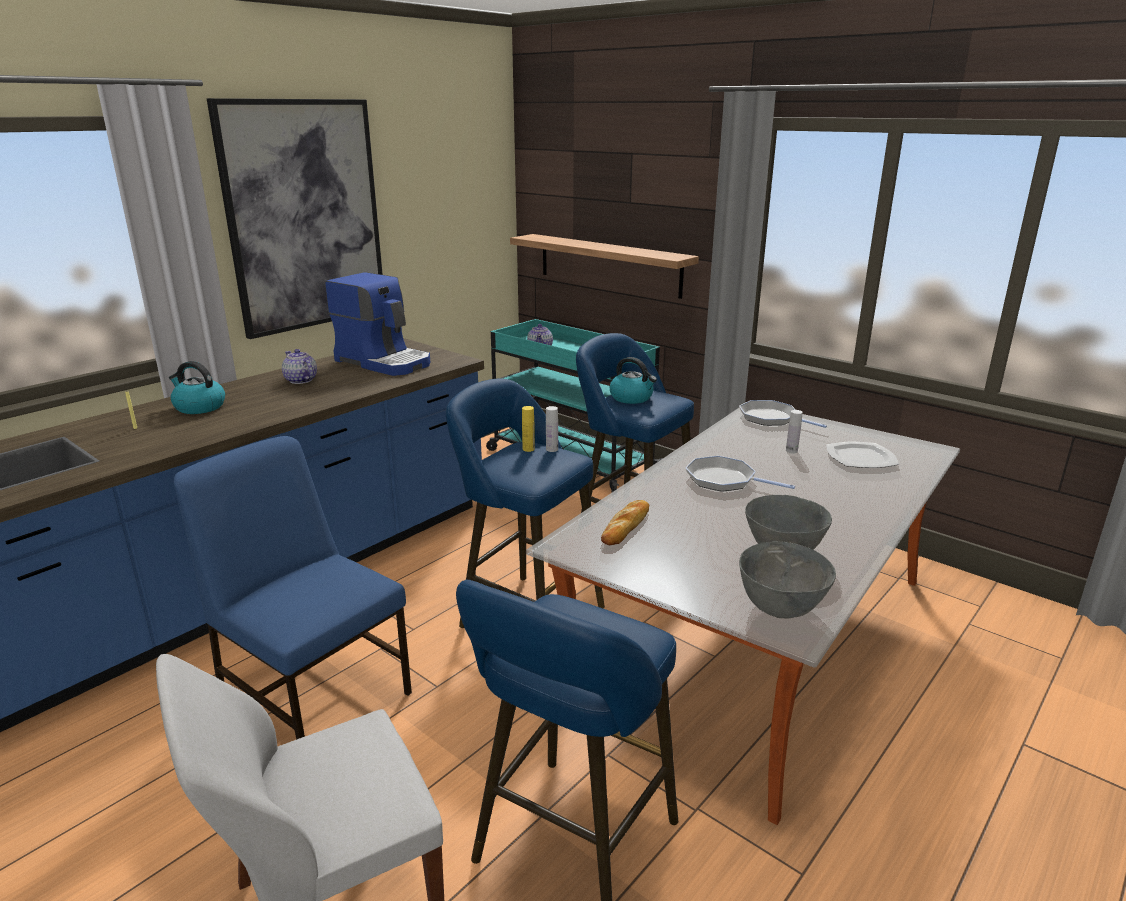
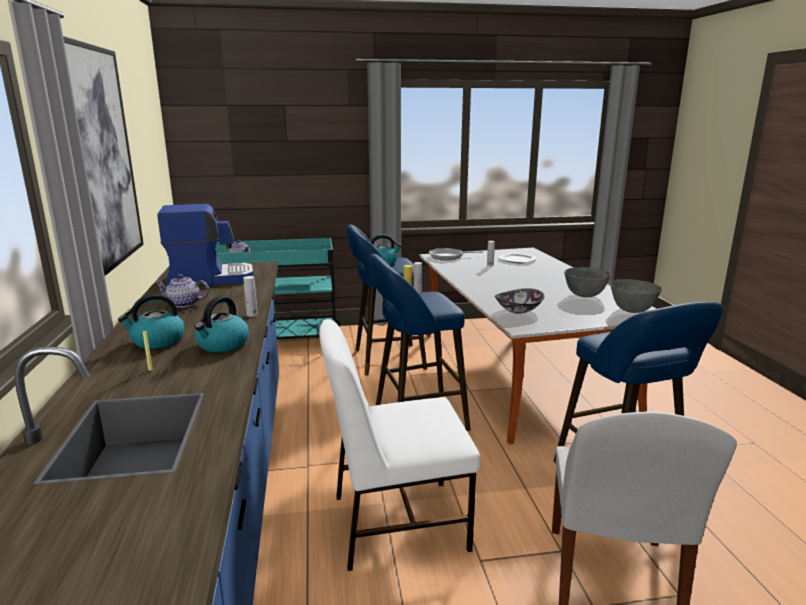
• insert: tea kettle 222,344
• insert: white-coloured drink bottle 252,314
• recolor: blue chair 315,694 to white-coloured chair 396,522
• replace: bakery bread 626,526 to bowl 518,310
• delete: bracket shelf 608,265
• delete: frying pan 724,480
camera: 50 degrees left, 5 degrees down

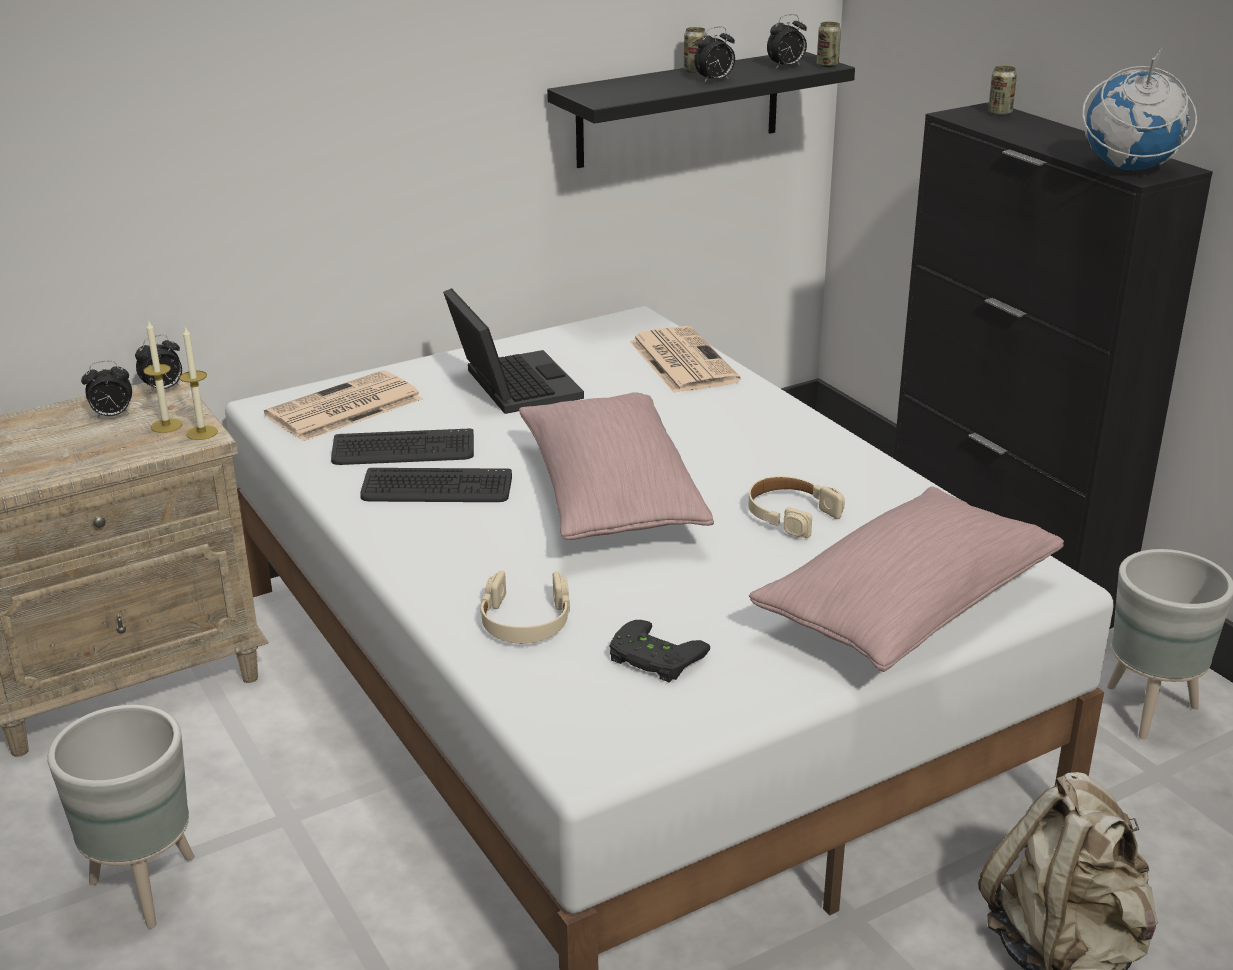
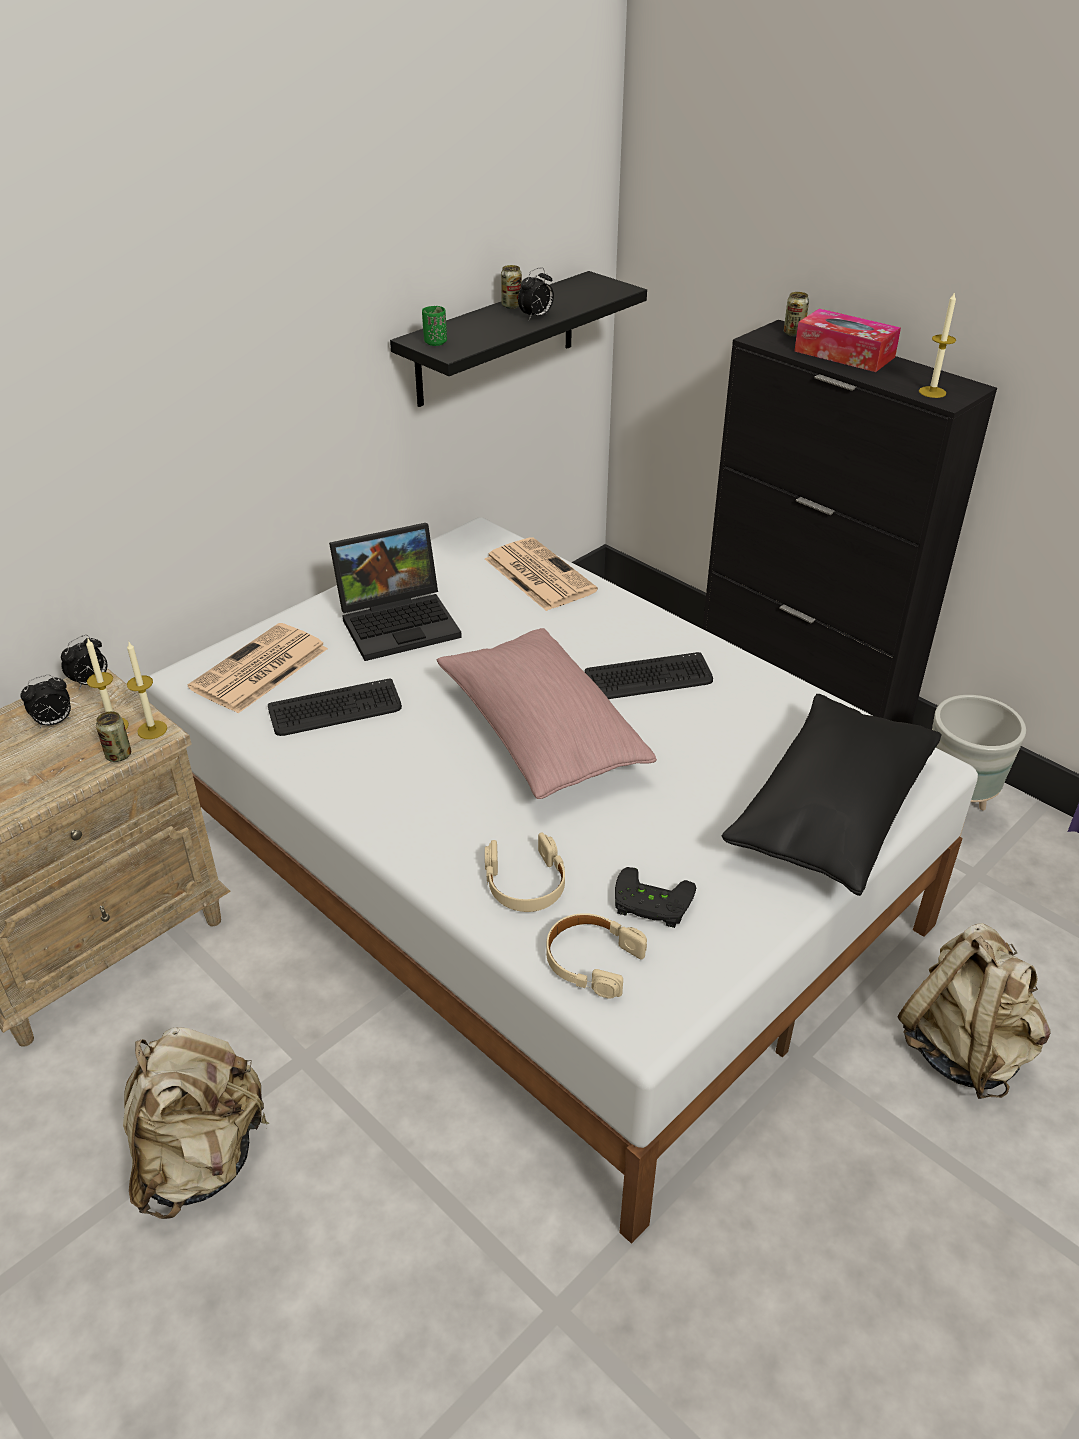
• move: can 827,65 to 118,755
• replace: grey plant pot 145,887 to beige-coloured backpack 201,1157
• rotate: laptop 510,385 = 400,622 105 degrees clockwise
• insert: green drinking cup 435,342
• move: beige-coloured pair of headphones 790,514 to 591,960
• move: computer keyboard 436,488 to 649,678
• recolor: pink pillow 906,609 to black-coloured pillow 830,813
• insert: box of tissues 844,354
• replace: desk globe 1128,169 to candle 932,392
• delete: bedside clock 786,67
camera: 15 degrees left, 10 degrees up

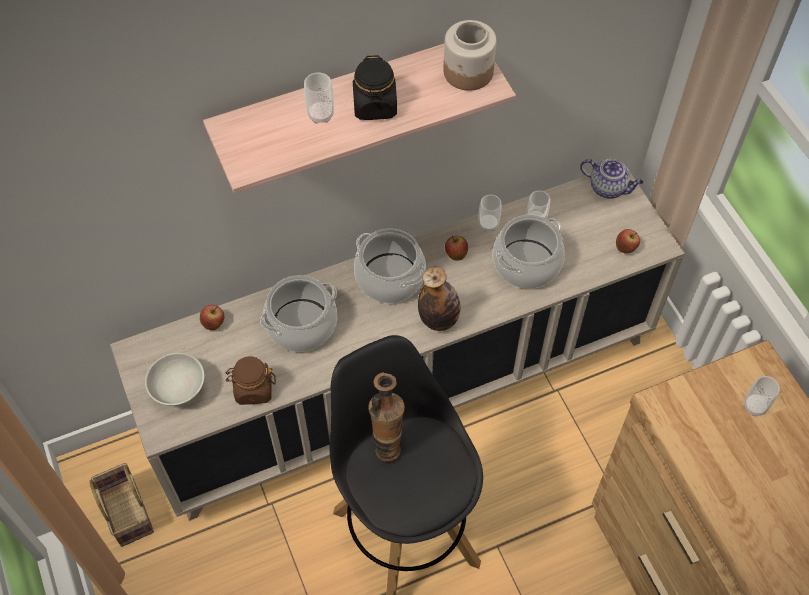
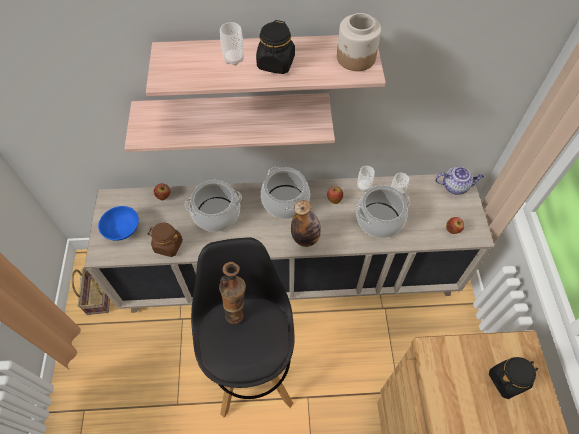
• recolor: white-coloured bowl 178,392 to blue bowl 122,232
• insert: bracket shelf 233,115
• rotate: pot for tea 608,188 = 455,186 45 degrees counterclockwise
• replace: drinking cup 755,406 to black-coloured jar 507,380
camera: 20 degrees right, 0 degrees up

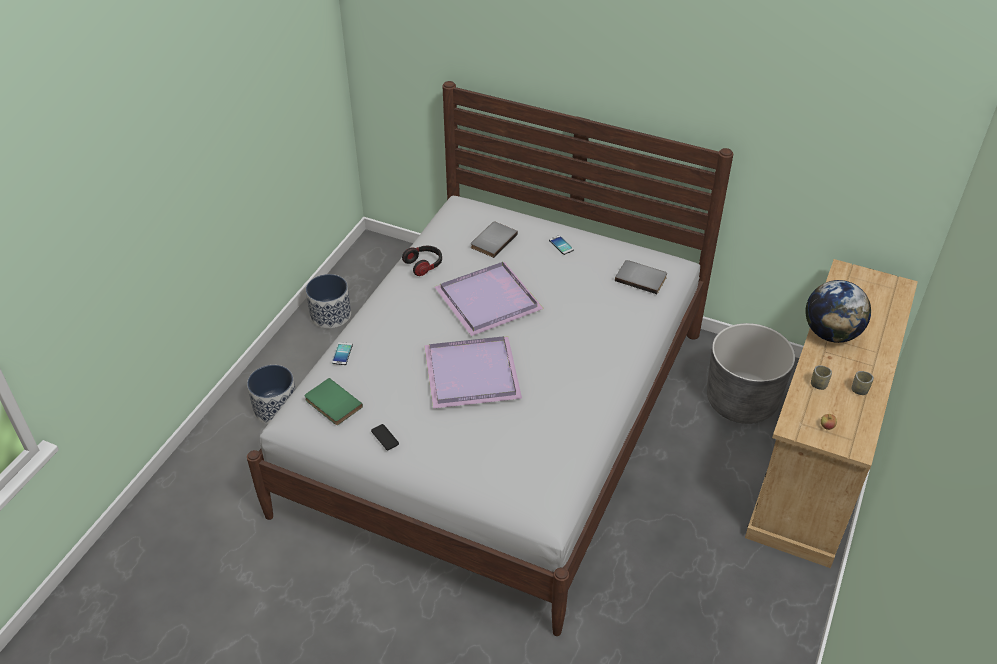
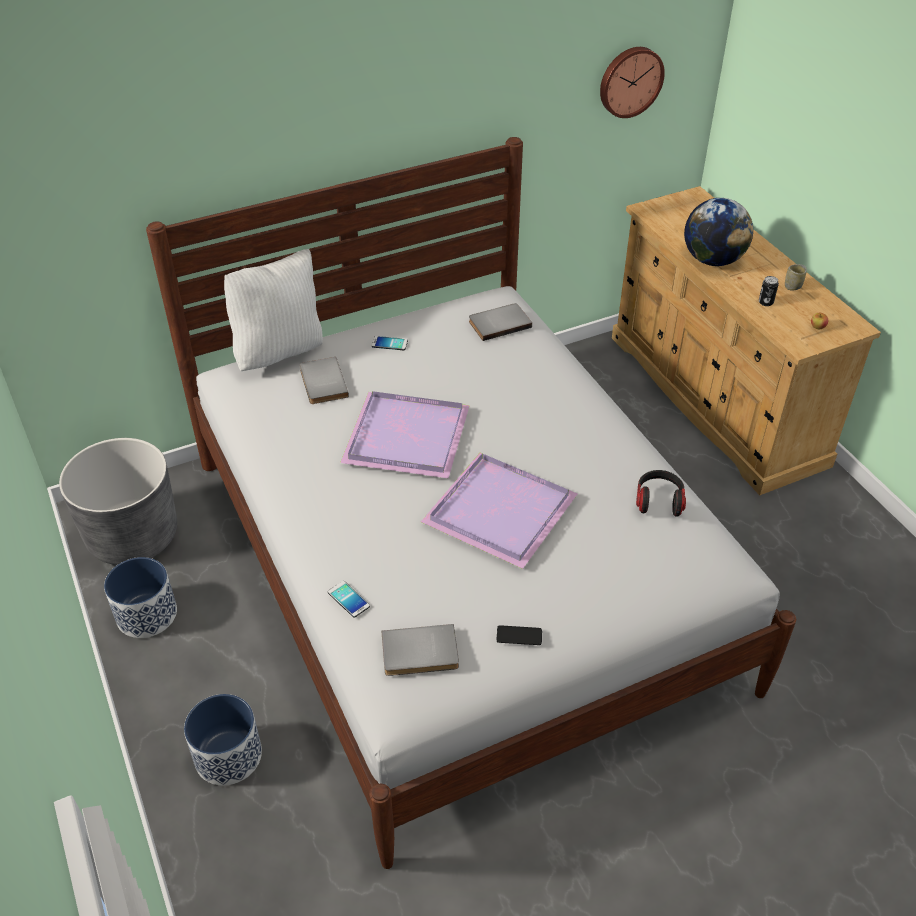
• move: grey plant pot 741,401 to 133,536
• insert: white-coloured pillow 279,352
• recolor: green bound book 332,404 to grey bound book 420,654
• insert: hanging clock 630,81
• move: pair of headphones 424,265 to 659,500
• replace: drinking cup 818,385 to can 765,302
camera: 50 degrees left, 0 degrees up

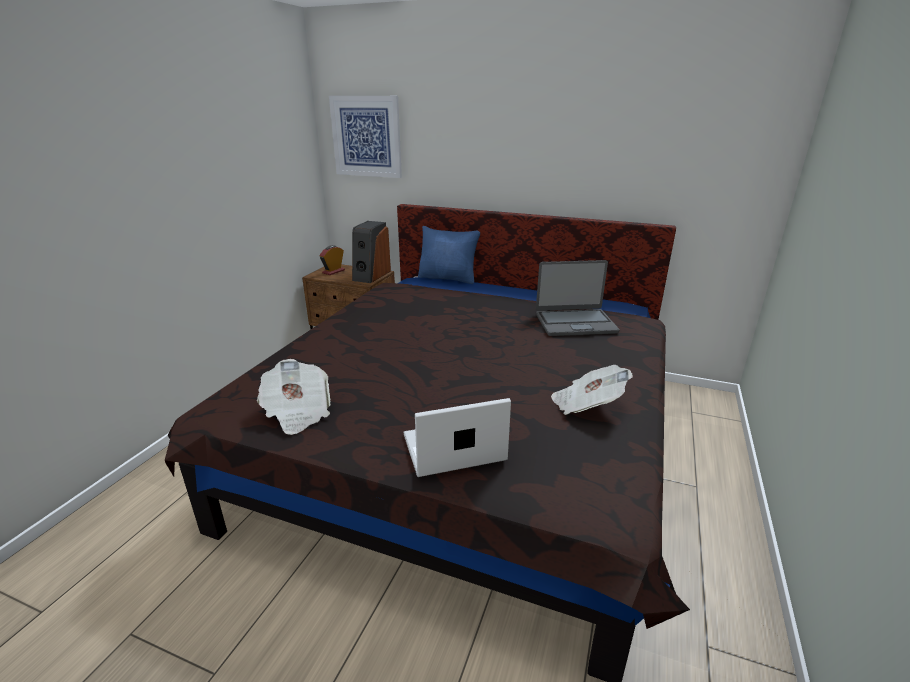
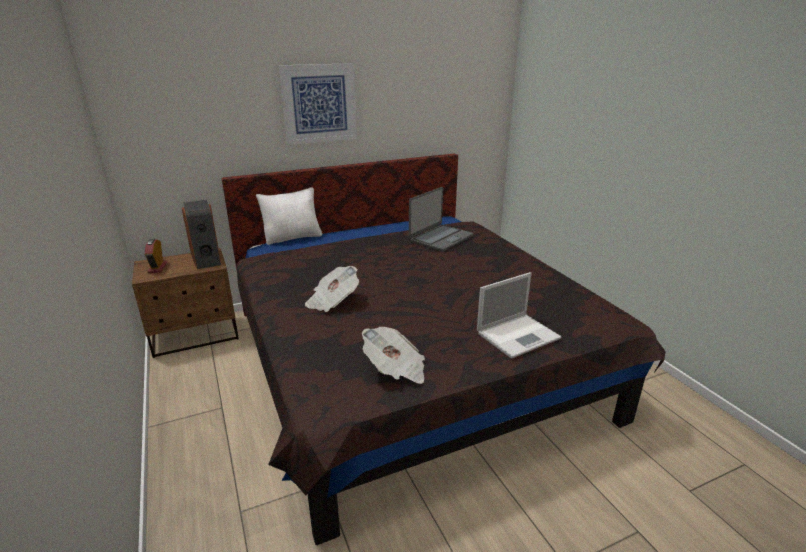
• recolor: blue pillow 448,278 to white-coloured pillow 293,238
• move: wall picture 366,136 to 319,104
• move: daily paper 587,405 to 332,301
• rotate: laptop 451,449 = 519,335 150 degrees counterclockwise
camera: 45 degrees left, 0 degrees up

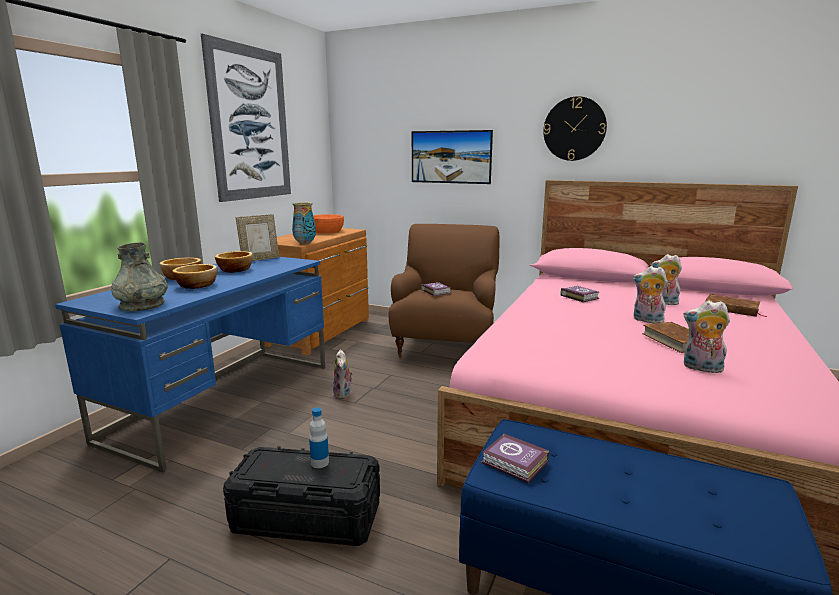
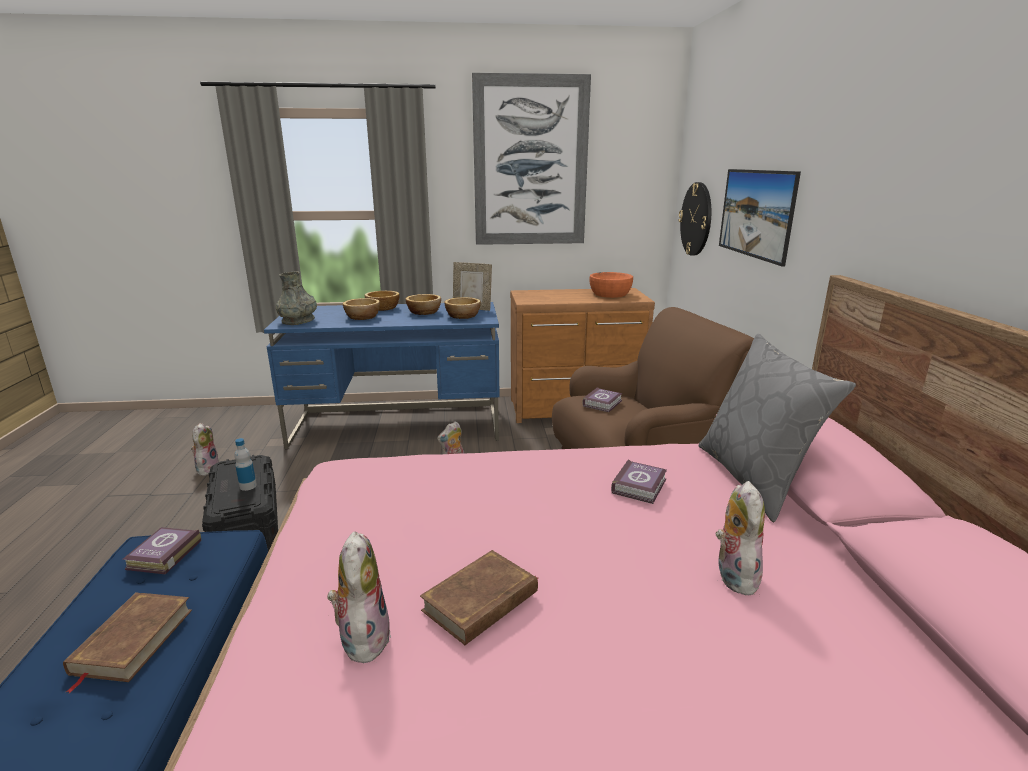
• move: brown-coloured bound book 731,309 to 132,641
• move: soft toy 646,320 to 207,469
• insert: bowl 463,316
• move: hanging clock 574,129 to 696,219
• insert: grey pillow 754,478
• delete: flower vase 305,243
camera: 60 degrees right, 5 degrees up

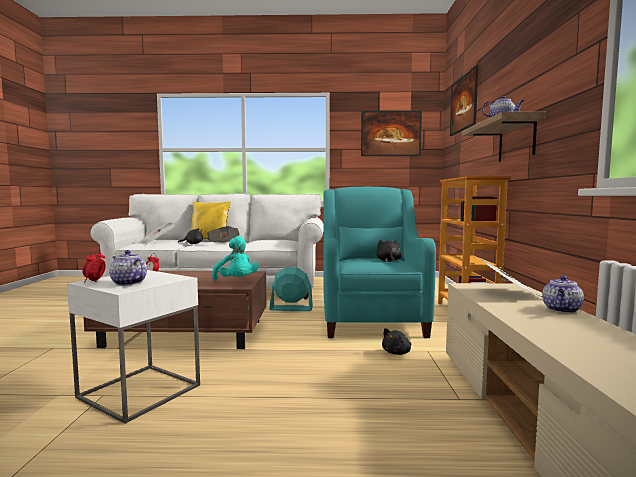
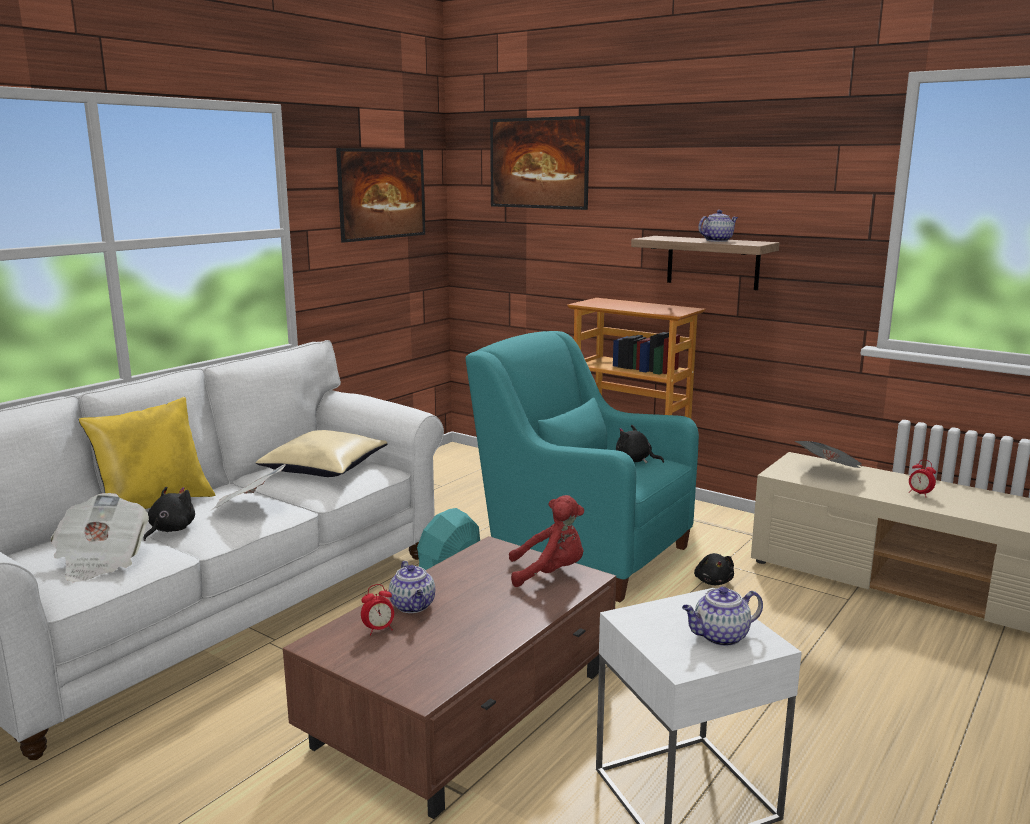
• insert: beige-coloured pillow 325,467
• move: pot for tea 562,310 to 413,606
• recolor: blue-green soft toy 236,281 to red soft toy 550,573
• move: bedside clock 95,281 to 919,494
camera: 55 degrees left, 10 degrees up

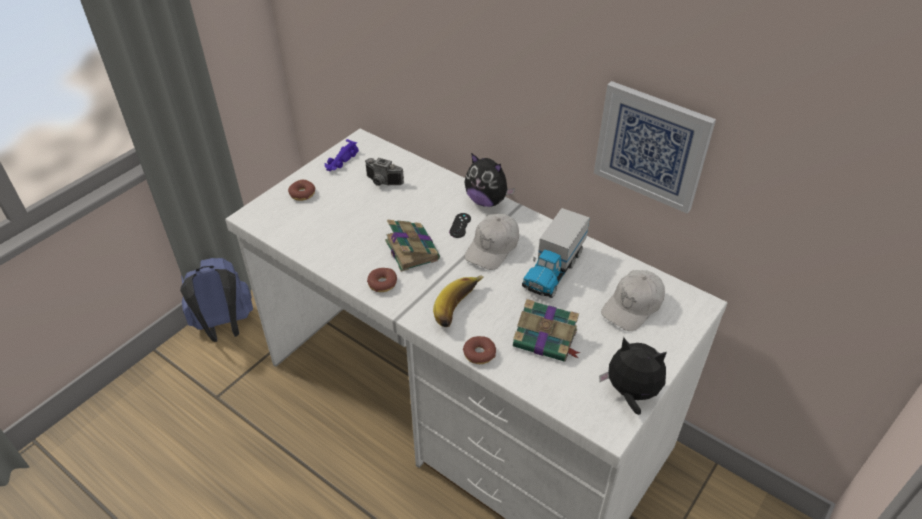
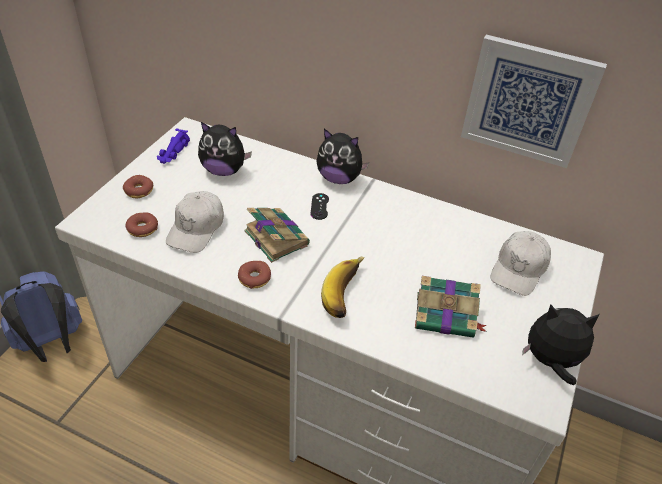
• move: doughnut 479,354 to 142,229
• move: white-coloured cap 493,248 to 196,228
• replace: photo camera 382,183 to soft toy 224,170
• delete: model truck 553,270
camera: 15 degrees left, 0 degrees up

